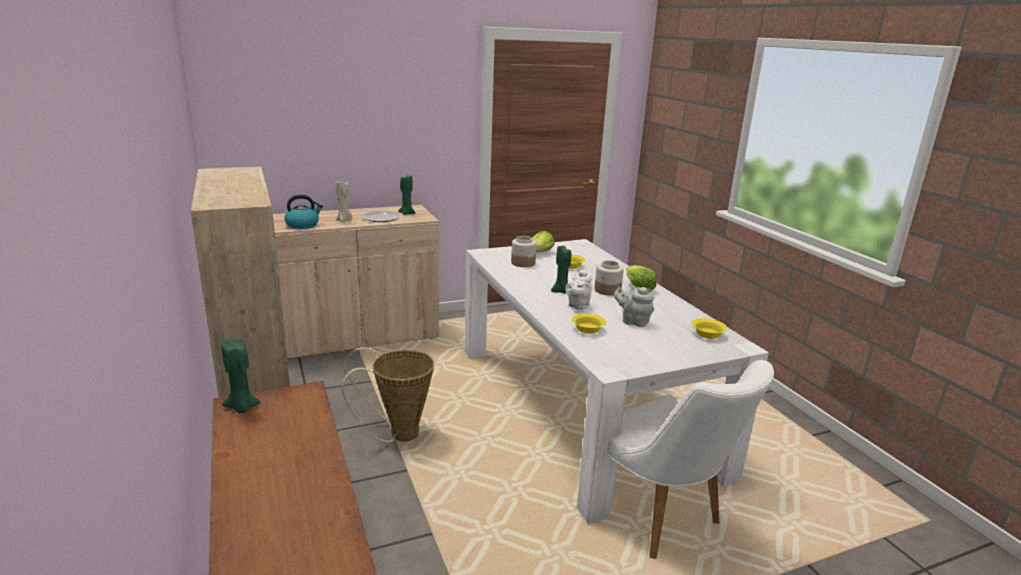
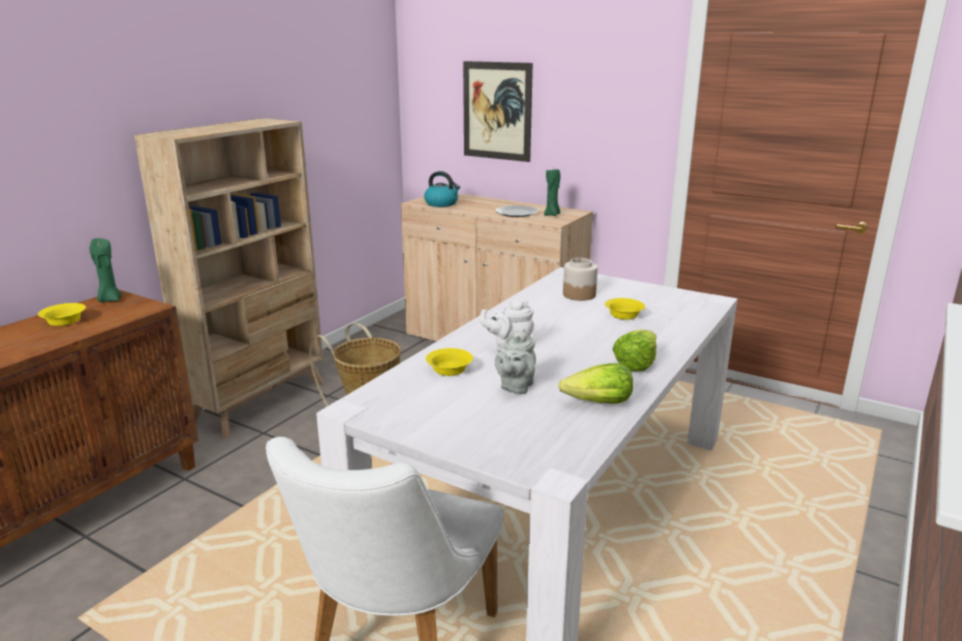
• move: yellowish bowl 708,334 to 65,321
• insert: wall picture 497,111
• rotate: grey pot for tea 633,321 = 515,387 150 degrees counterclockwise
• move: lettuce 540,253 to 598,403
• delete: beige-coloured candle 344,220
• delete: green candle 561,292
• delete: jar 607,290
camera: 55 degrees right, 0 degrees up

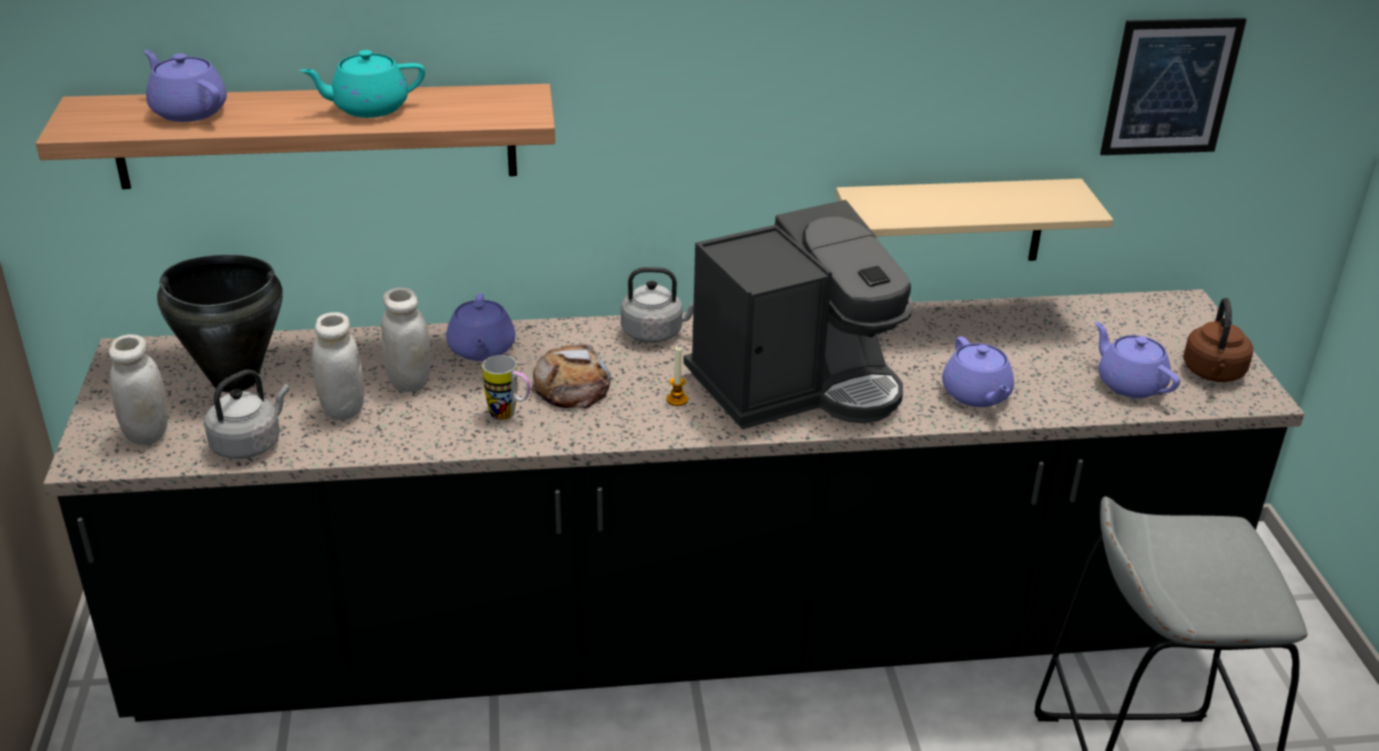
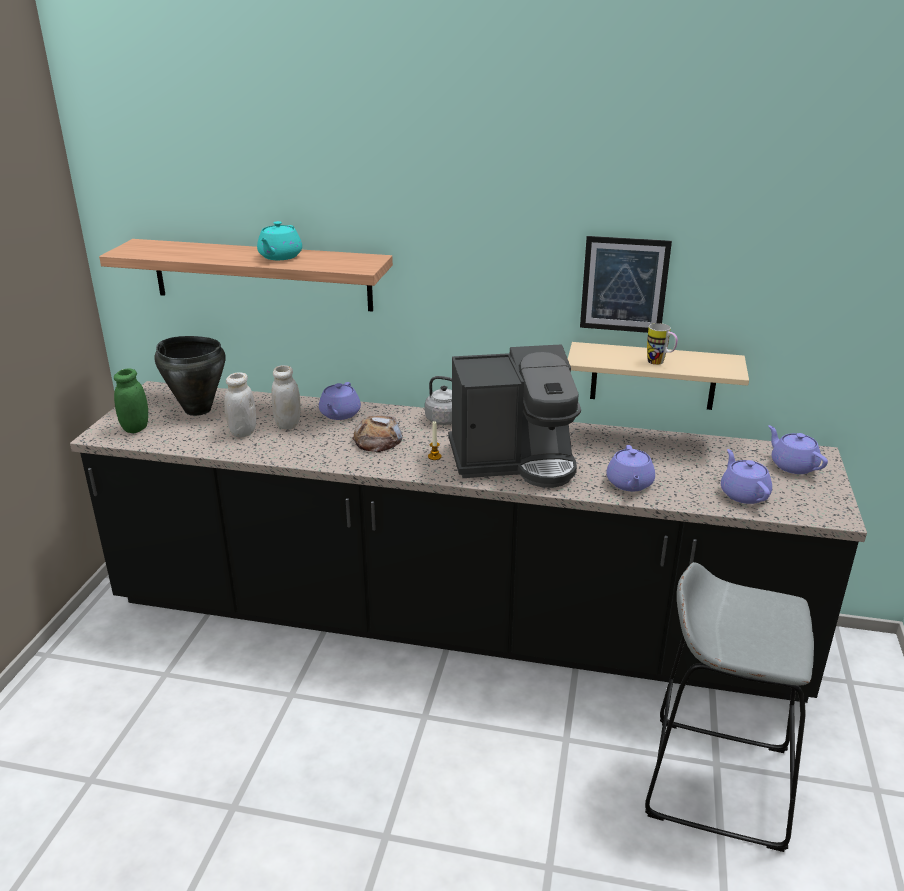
• recolor: white-coloured jar 147,433 to green jar 136,428
• rotate: blue-green pot for tea 368,108 = 280,257 75 degrees counterclockwise
• move: wall picture 1170,87 to 624,285
• move: mug 509,415 to 660,363
• move: purplish pot for tea 188,111 to 792,465
• delete: grey tea kettle 249,443
• delete: brown-coloured tea kettle 1213,373
camera: 20 degrees right, 5 degrees down

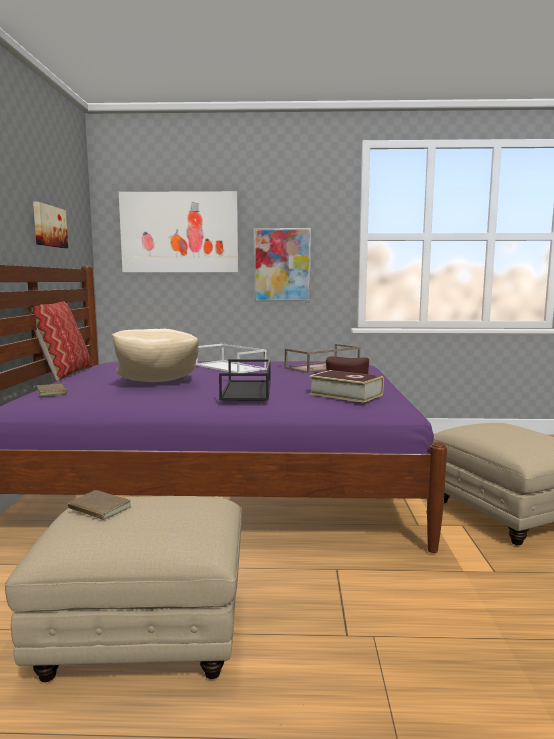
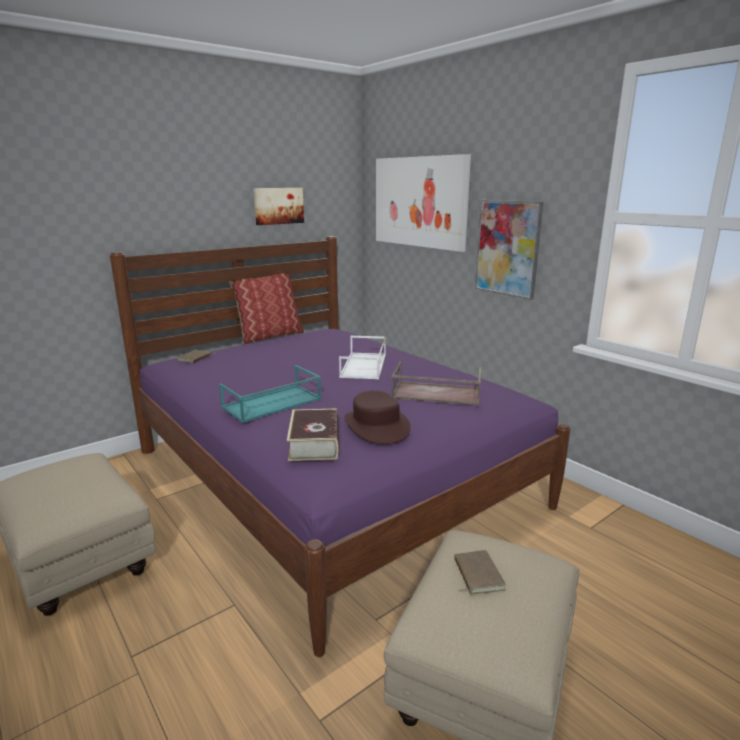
• recolor: black-coloured carrying tray 248,390 to blue-green carrying tray 272,404
• move: brown-coloured bound book 98,509 to 476,574
• delete: beige-coloured pillow 157,384
camera: 50 degrees right, 10 degrees up

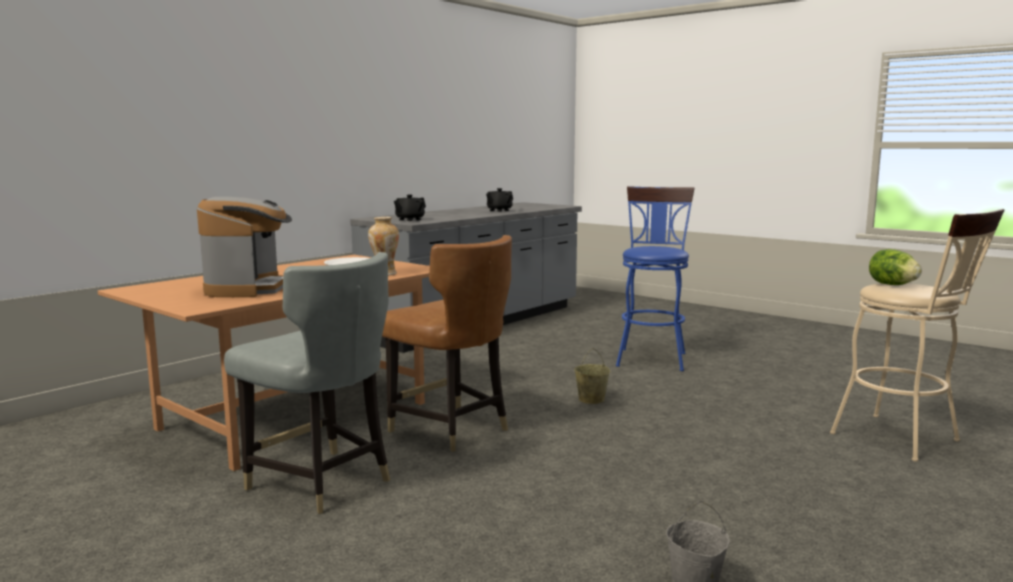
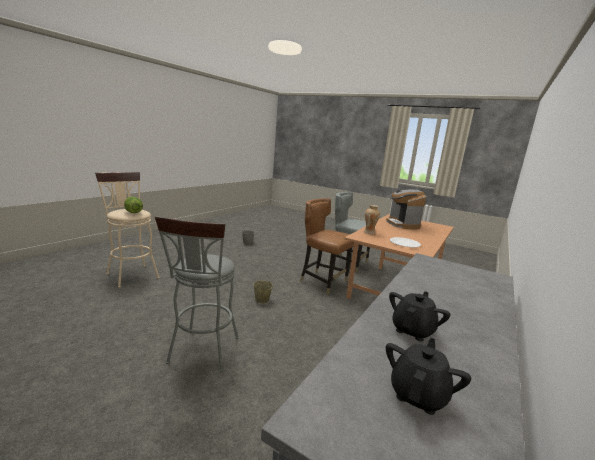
• recolor: blue sitting stool 651,357 to grey sitting stool 202,353
• move: black-coloured pot for tea 409,220 to 418,395
camera: 170 degrees right, 5 degrees up

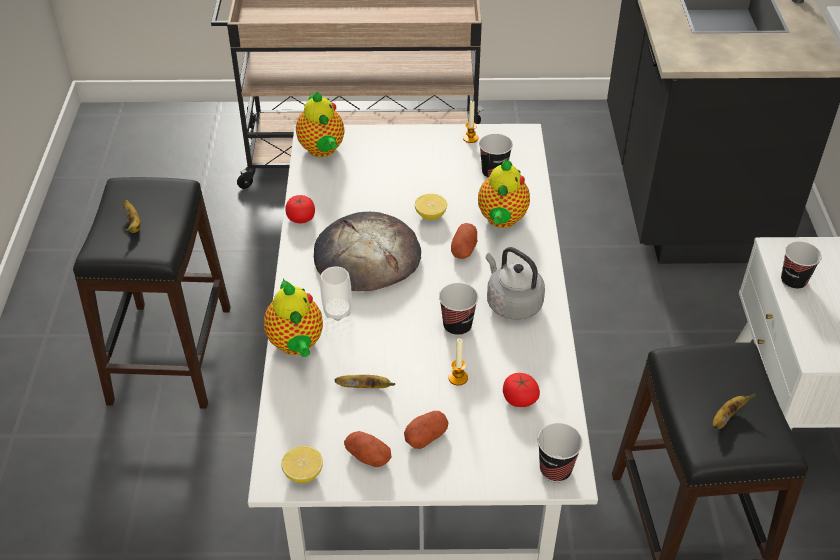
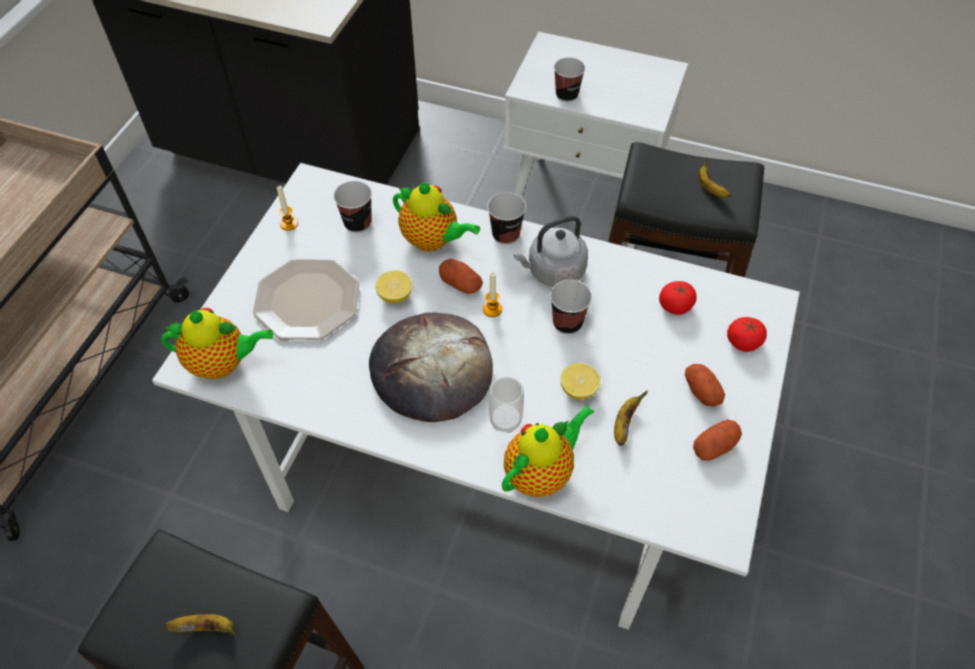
• insert: flat dish 307,299
• move: candle 458,378 to 492,309
• move: drinking cup 555,470 to 505,235
• rotate: pot for tea 296,345 = 541,472 45 degrees counterclockwise
• move: lemon 303,473 to 578,389
• move: whole tomato 301,218 to 743,341
camera: 70 degrees left, 10 degrees up

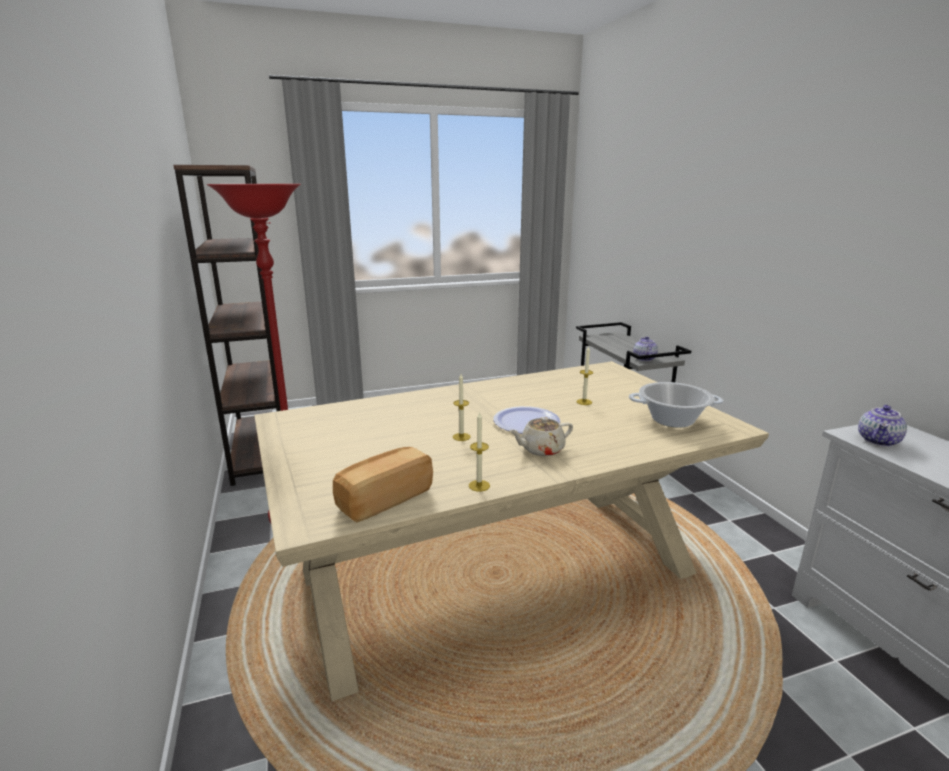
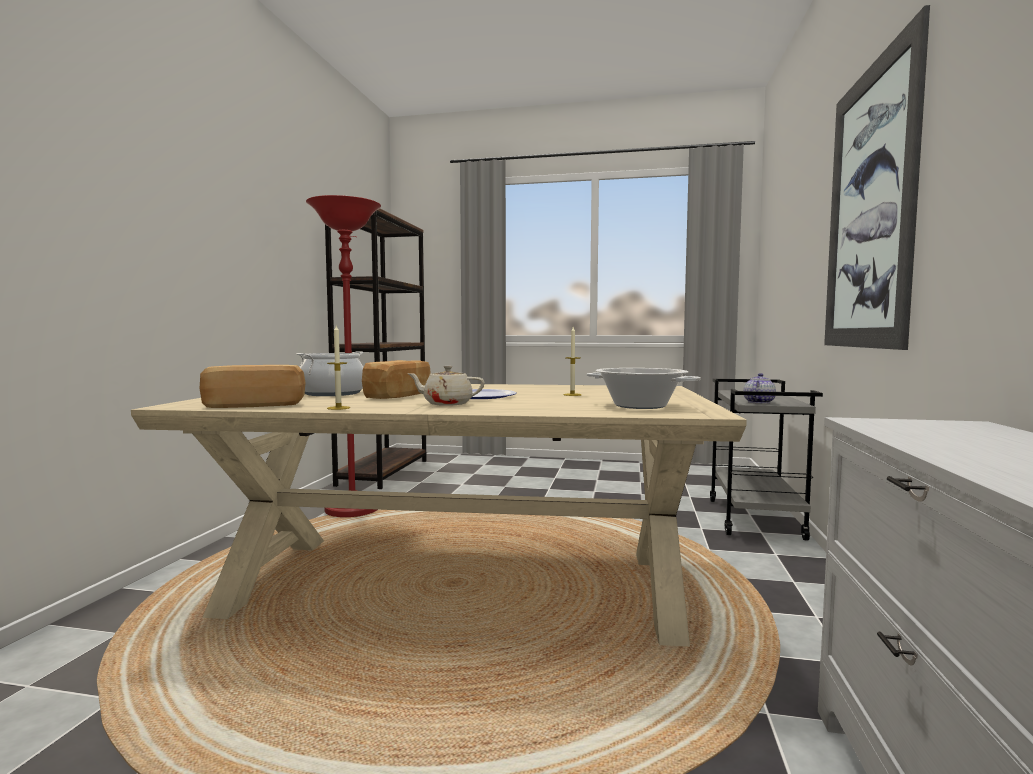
• insert: cooking pot 332,393
• replace: candle 461,437 to bakery bread 400,396
• insert: wall picture 869,208
• delete: pot for tea 879,441
camera: 30 degrees right, 15 degrees down

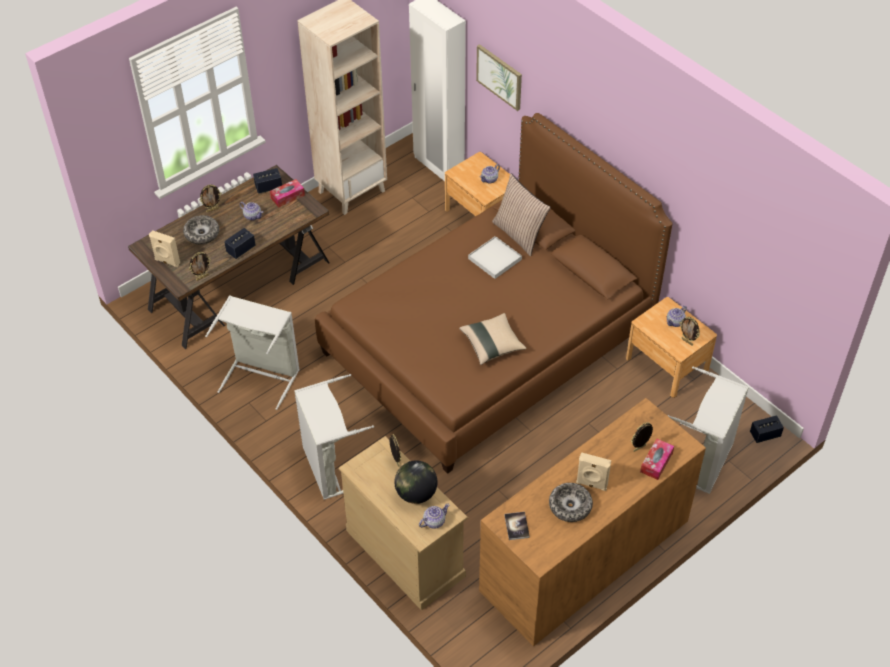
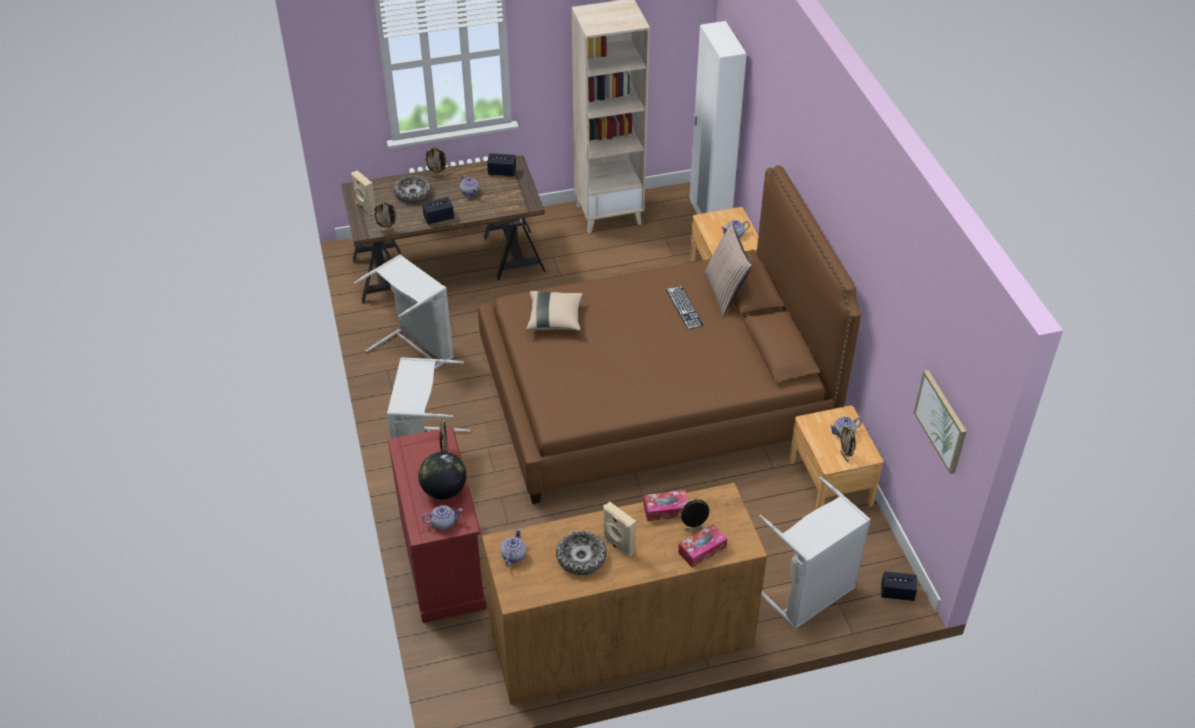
• recolor: beige-coloured chest of drawers 405,553 to red chest of drawers 443,562
• replace: bound book 516,526 to pot for tea 513,555
• move: beige-coloured pillow 492,345 to 554,319
• move: box of tissues 287,196 to 666,510
• replace: white-coloured carrying tray 495,259 to computer keyboard 684,307
• move: wall picture 499,76 to 941,421
camera: 25 degrees right, 5 degrees down

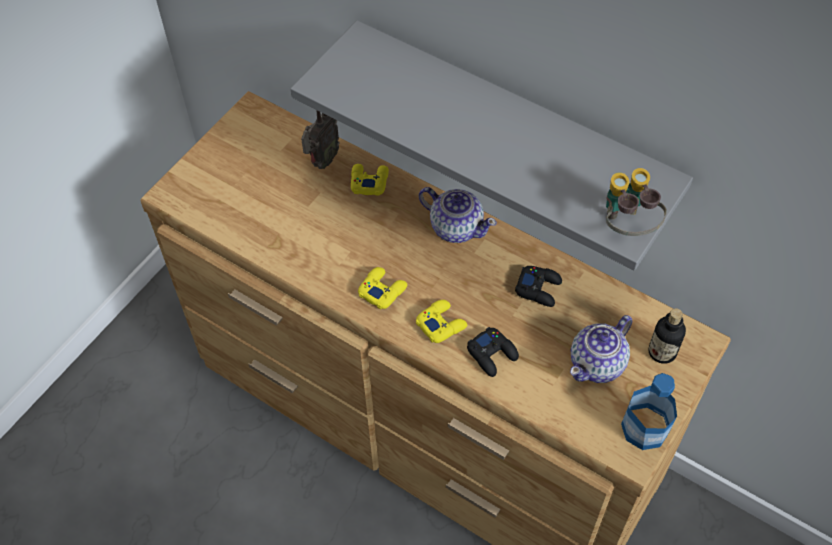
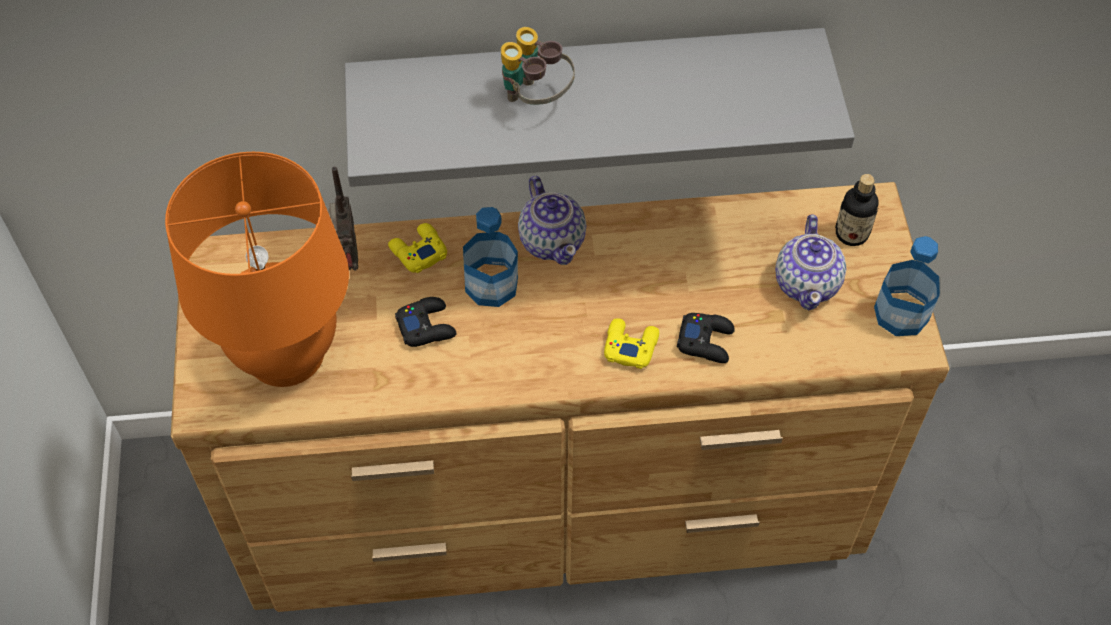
• insert: orangey table lamp 285,353
• move: black-coloured gamepad 538,288 to 426,326
• insert: drink bottle 491,285
• move: field glasses 627,226 to 535,99
• rotate: pot for tea 456,227 = 552,240 75 degrees clockwise
• delete: yellowish gamepad 382,290
camera: 40 degrees left, 0 degrees up

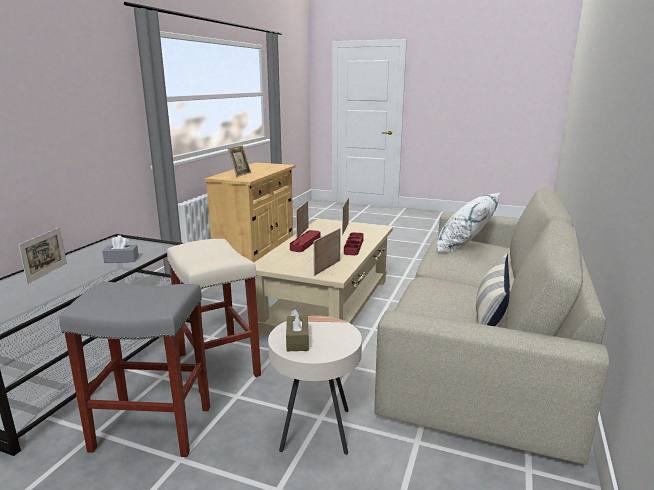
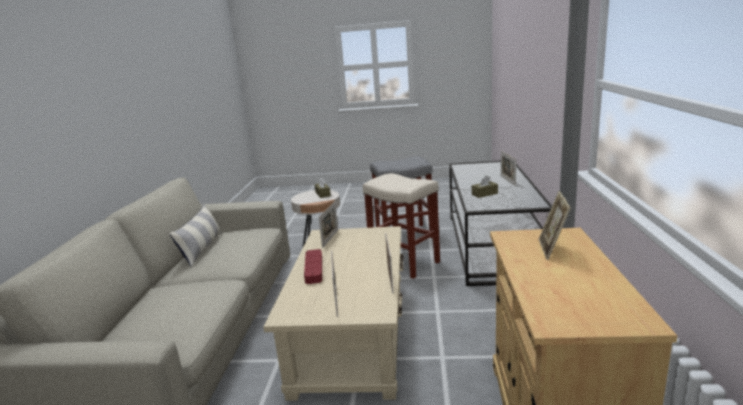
• recolor: grey box of tissues 121,259 to brown-coloured box of tissues 484,194
• delete: red carrying tray 305,243
• delete: white-coloured pillow 465,247
camera: 165 degrees right, 0 degrees up

